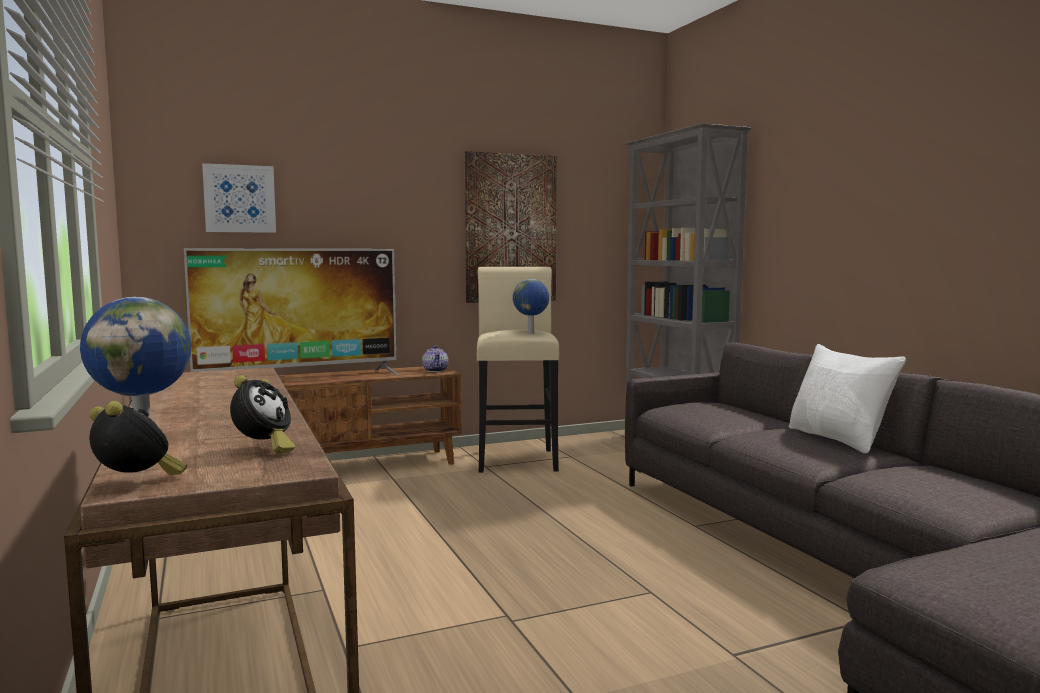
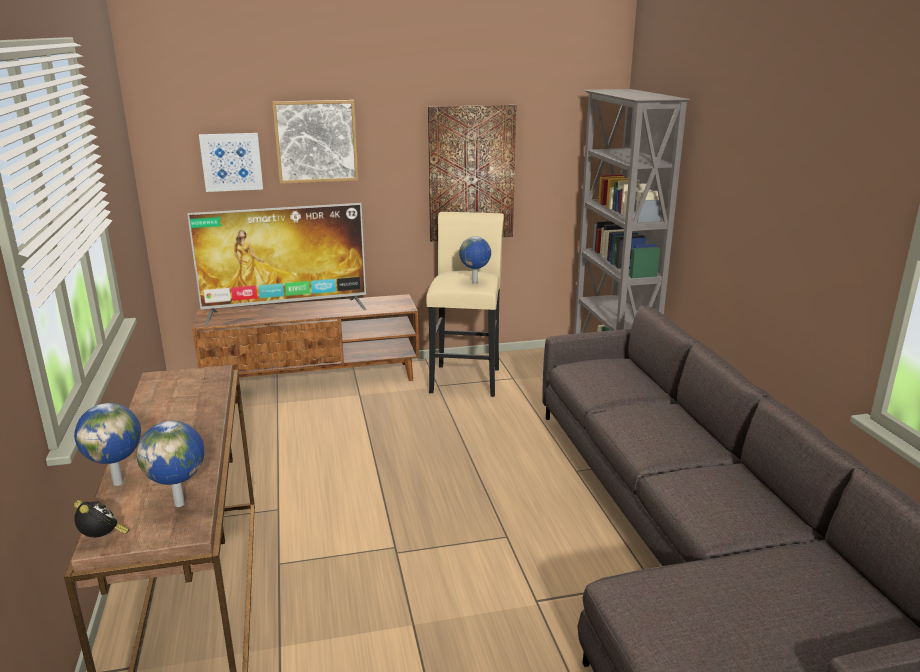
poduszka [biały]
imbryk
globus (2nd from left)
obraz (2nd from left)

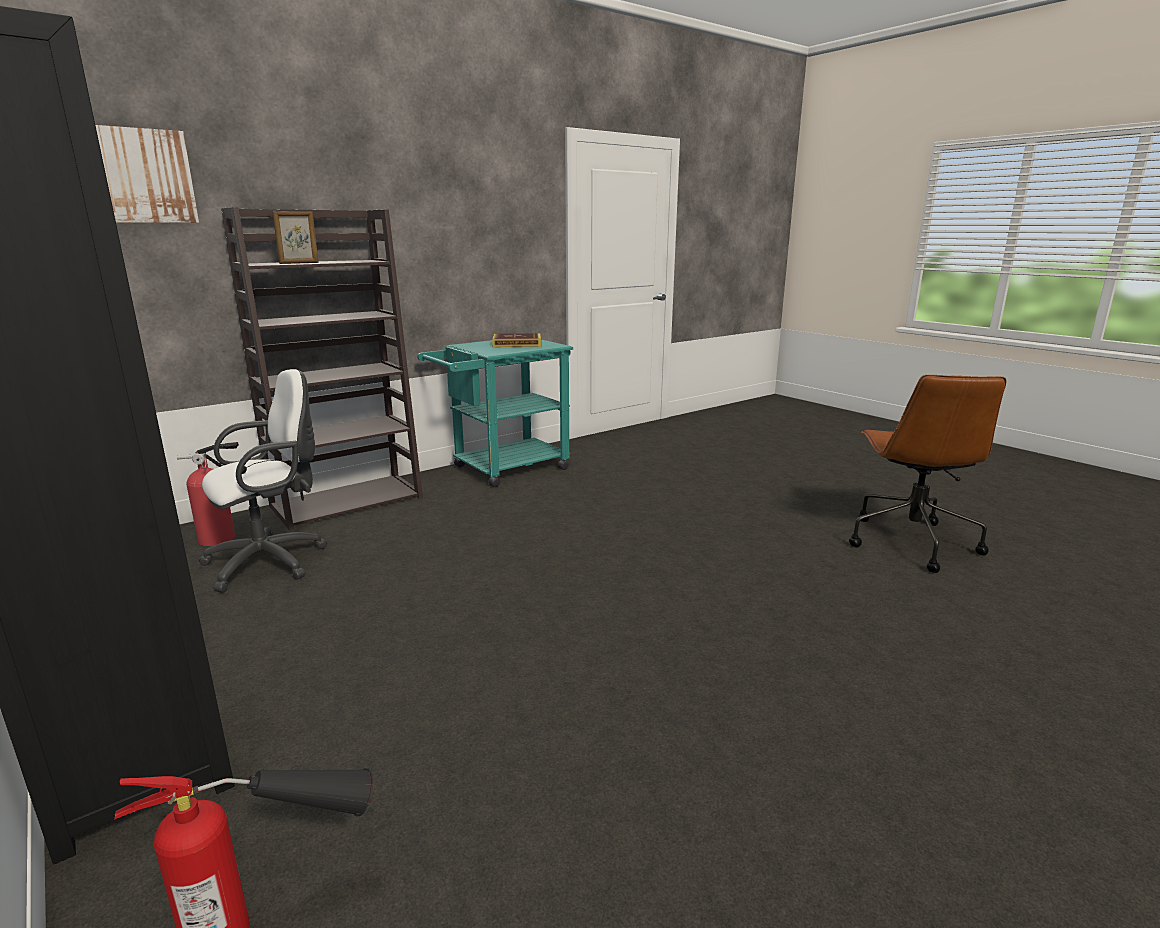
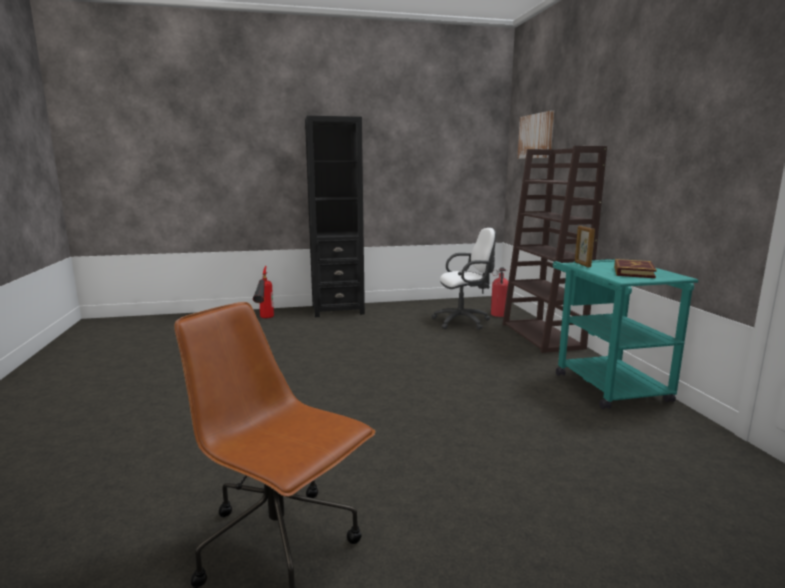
ramka na zdjęcie
krzesło biurowe [biały]

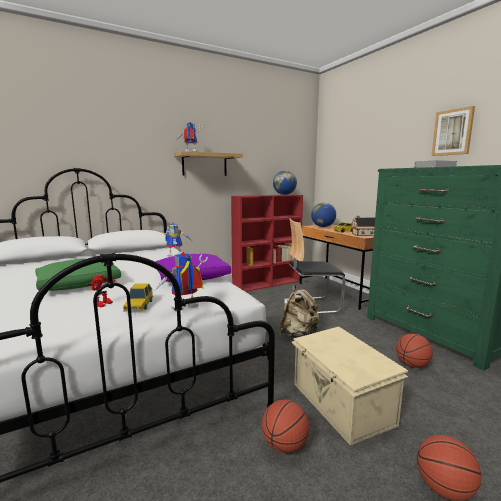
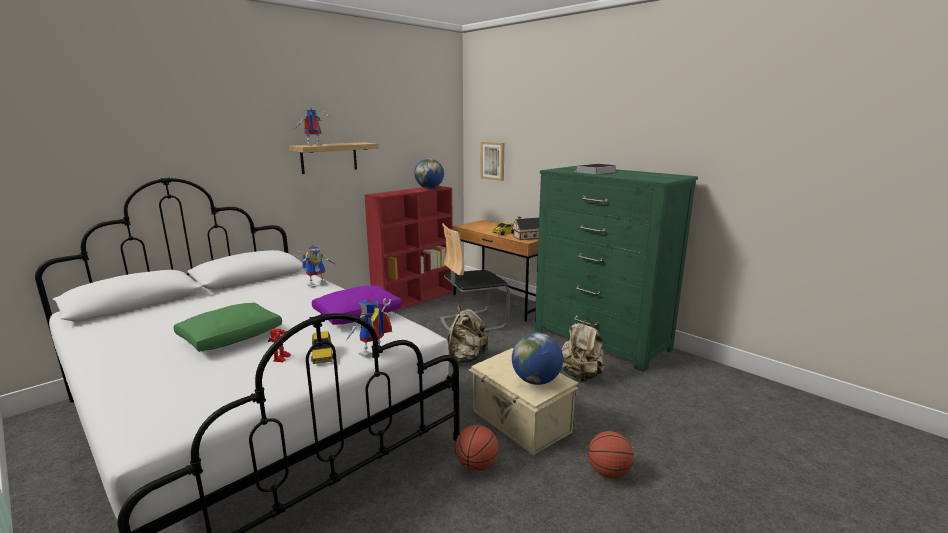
obraz
globus (2nd from left)
plecak [beżowy] (2nd from left)

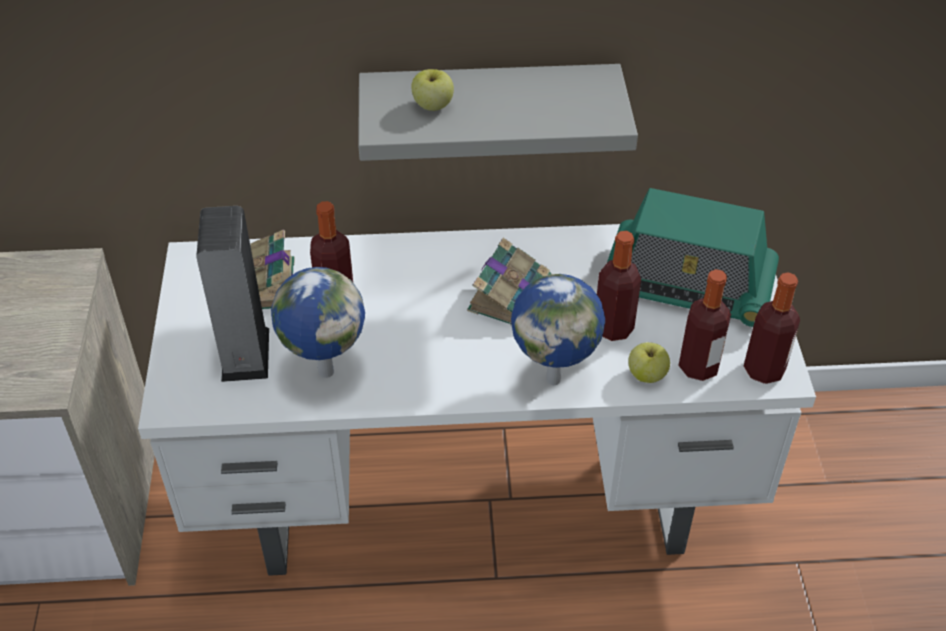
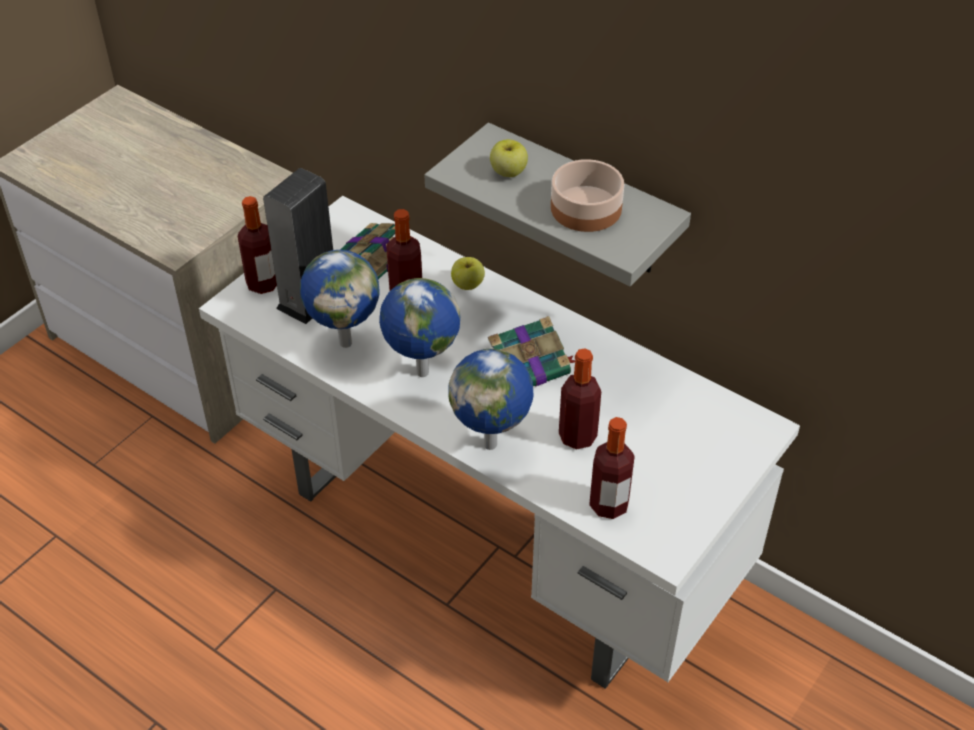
radio
butelka (1st from left)
jabłko (1st from left)
miska
globus (2nd from left)

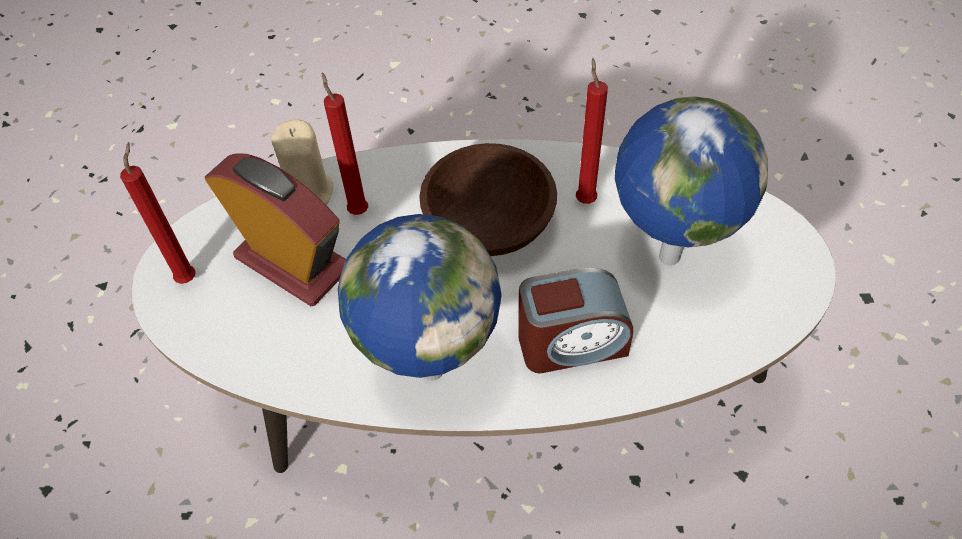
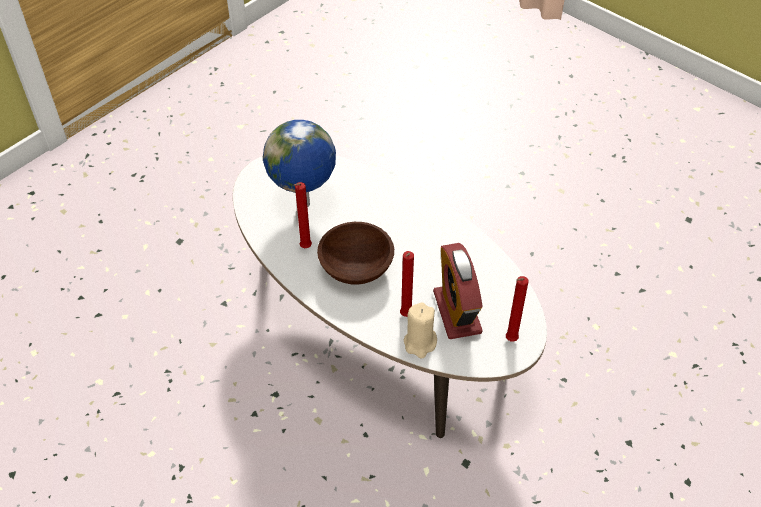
globus (1st from left in the first image)
budzik (2nd from left in the first image)

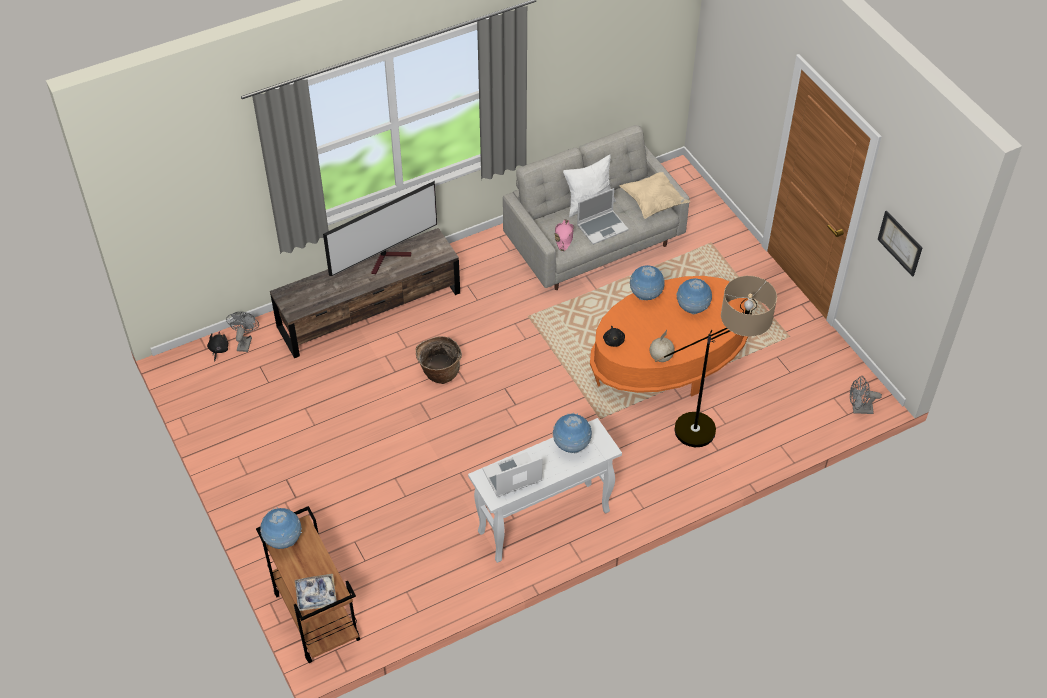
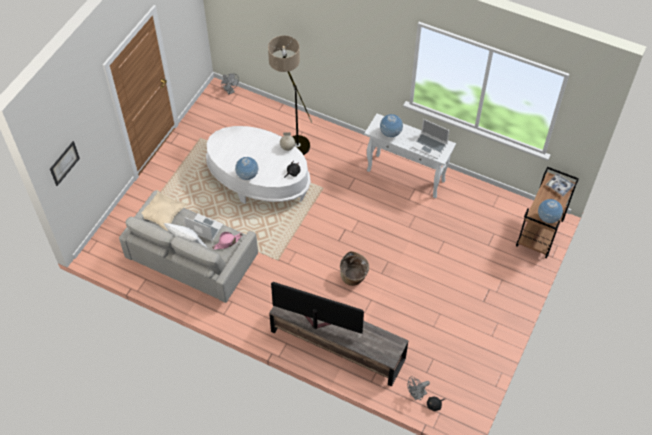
obraz
ława [biały]
globus (5th from left in the first image)

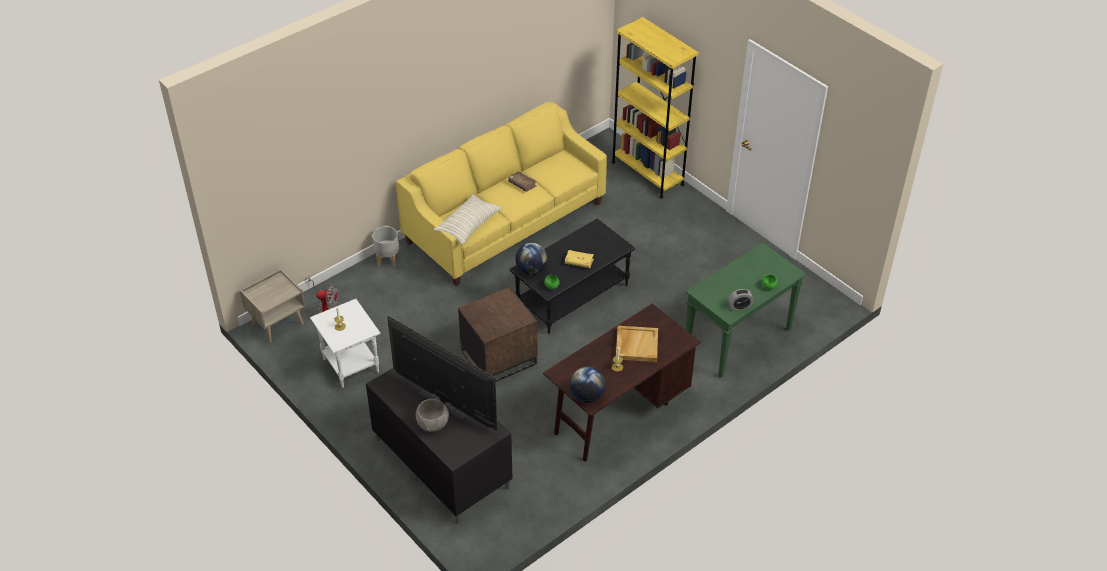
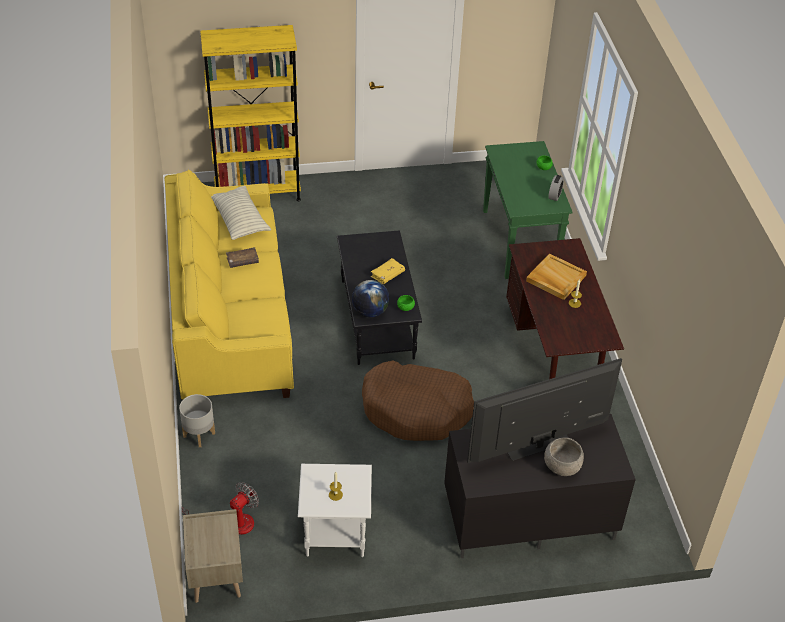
poduszka
legowisko [brązowy]
globus (2nd from left in the first image)

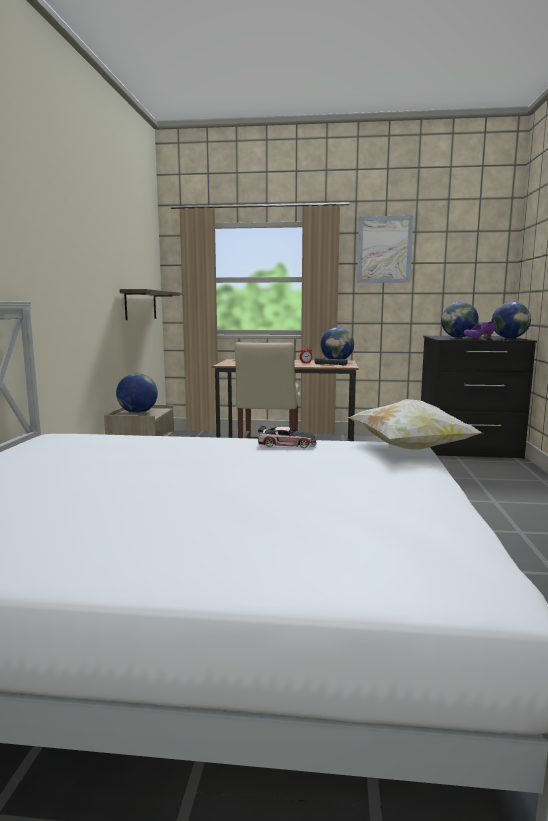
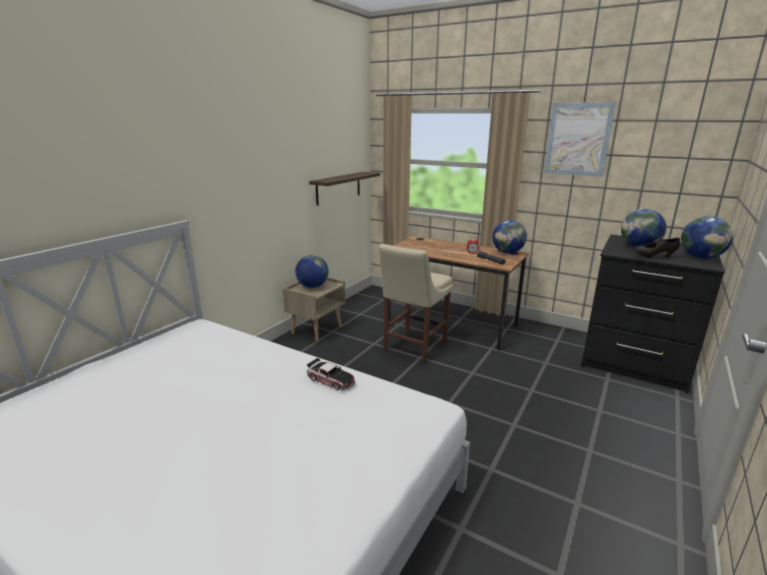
but [czarny]
poduszka

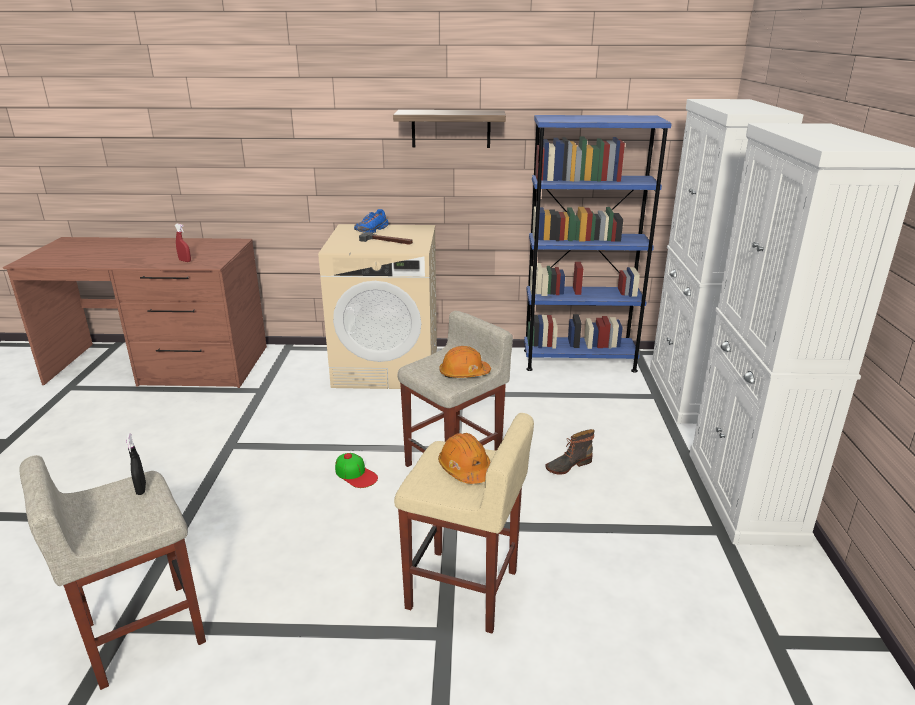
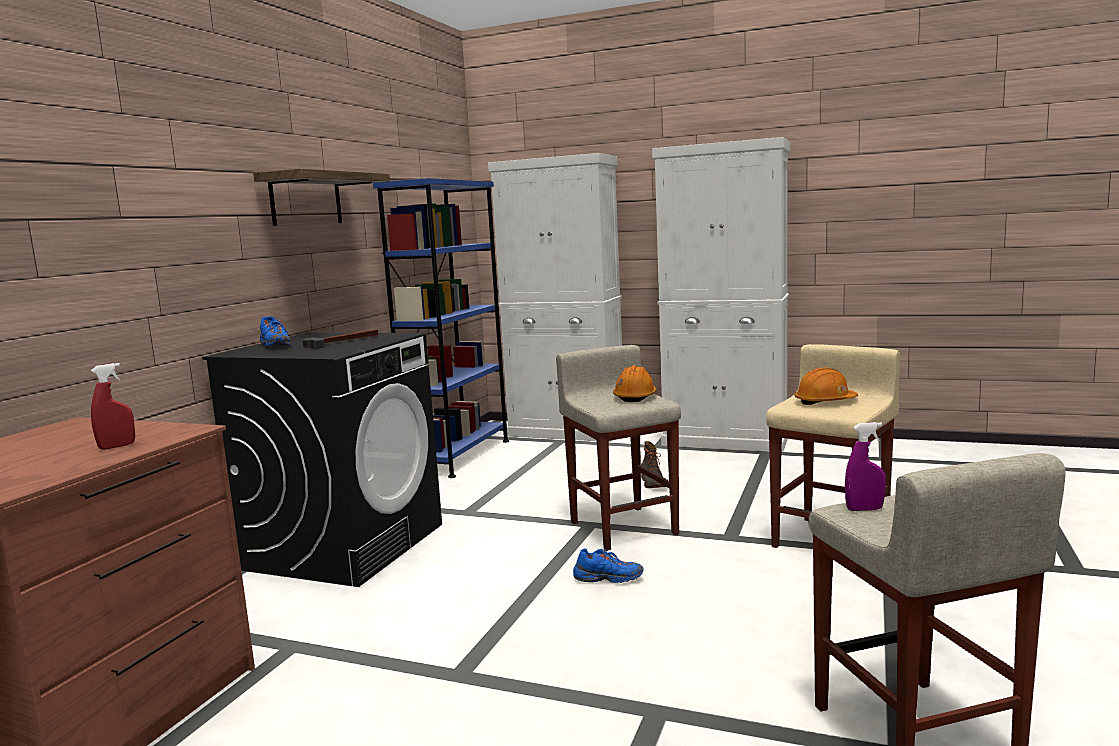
pralka [czarny]
spryskiwacz [fioletowy]
but [niebieski] (2nd from left)

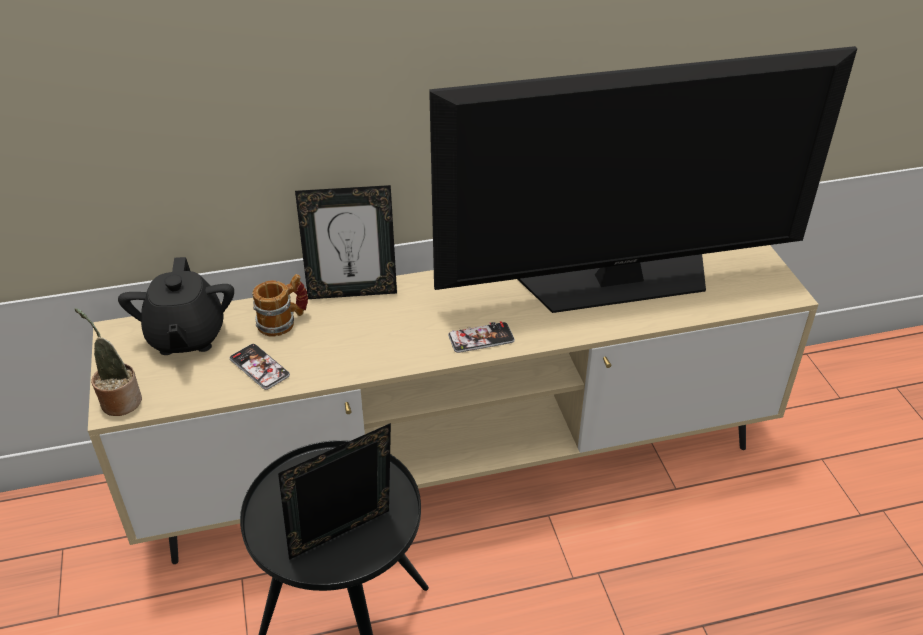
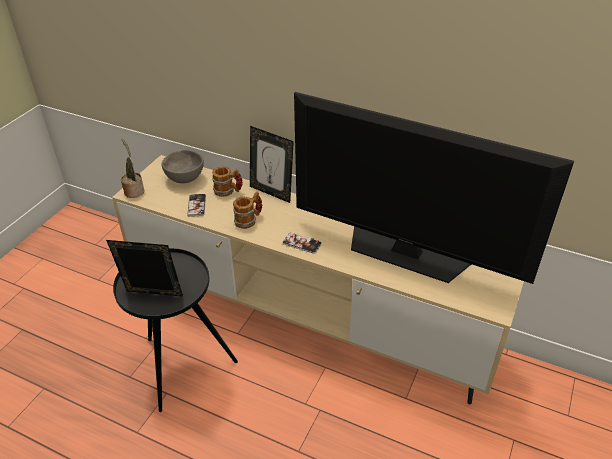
miska [szary]
kubek (2nd from left)

